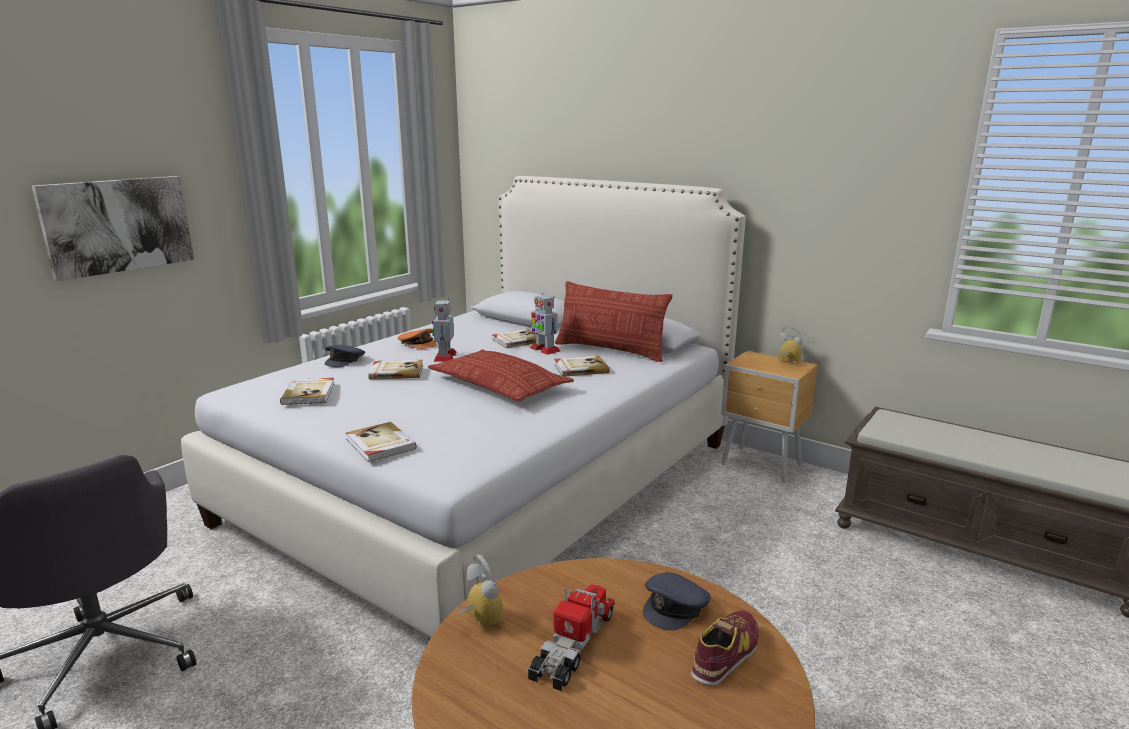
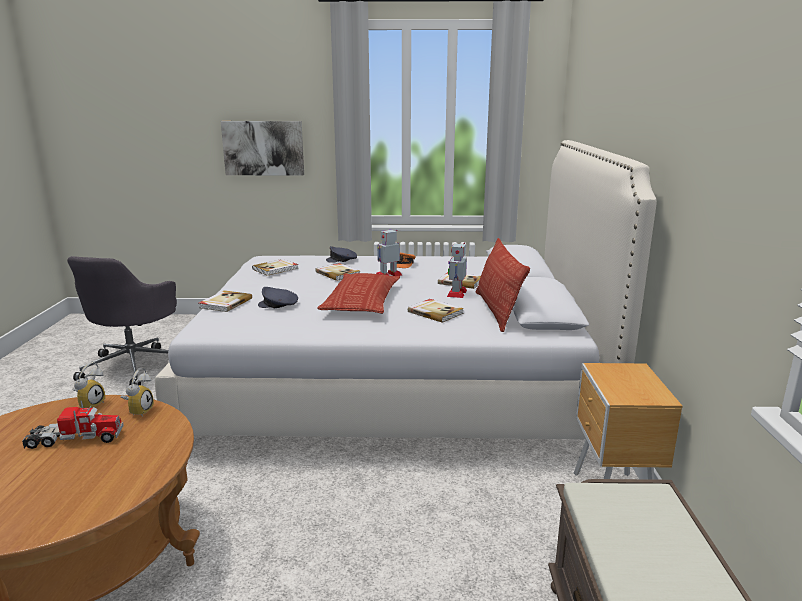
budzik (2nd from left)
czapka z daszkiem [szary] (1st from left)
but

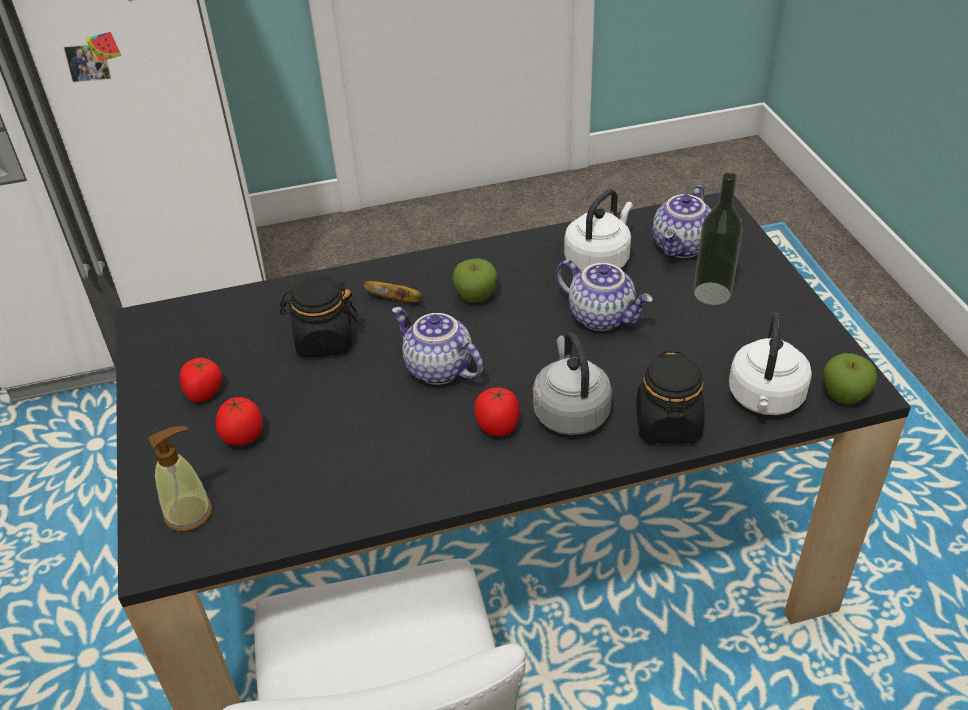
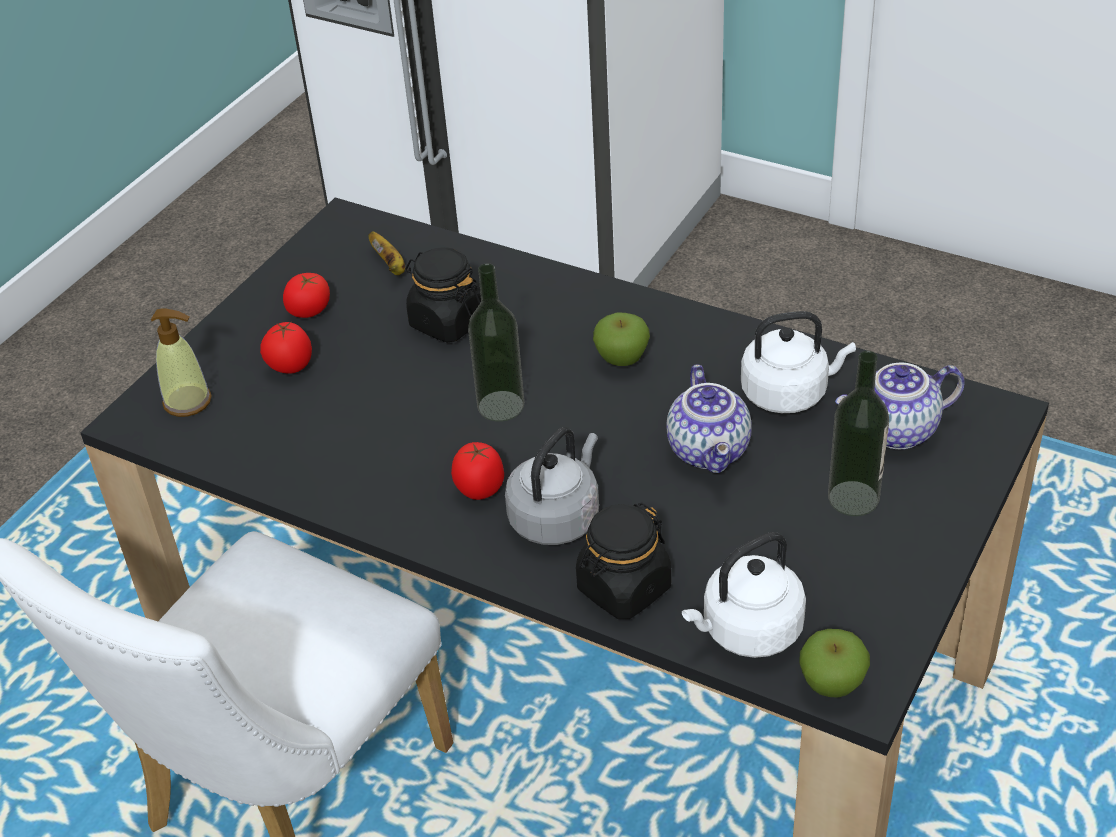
banan
butelka (1st from left)

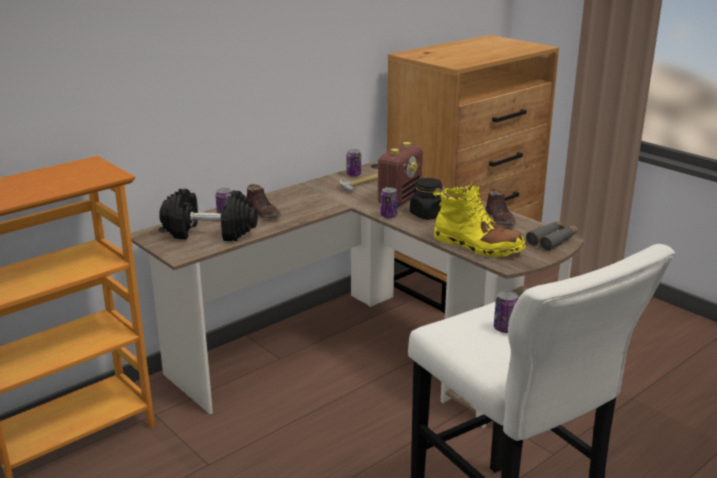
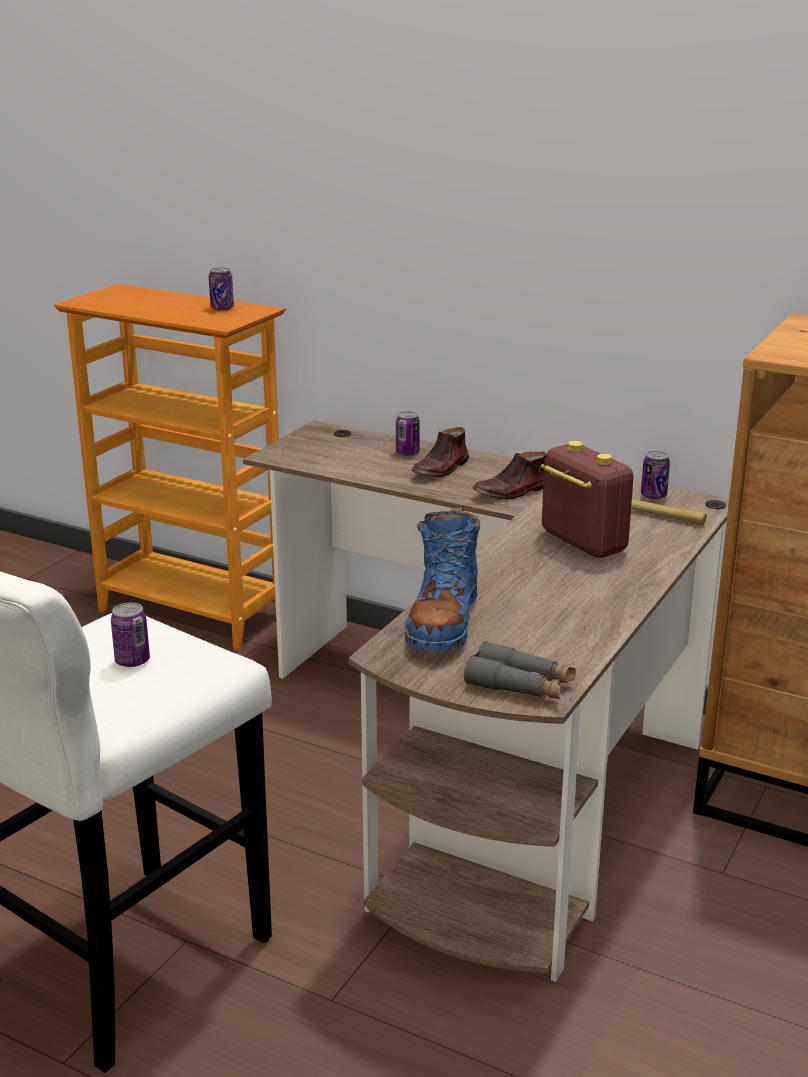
radio
słoik [czarny]
but z cholewką [niebieski]
puszka (2nd from left)
hantel [czarny]
but [brązowy] (2nd from left)

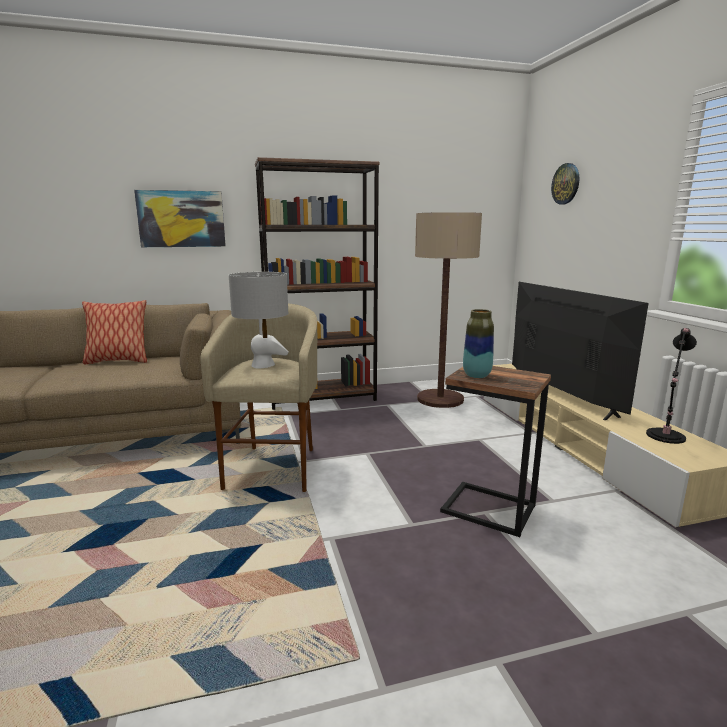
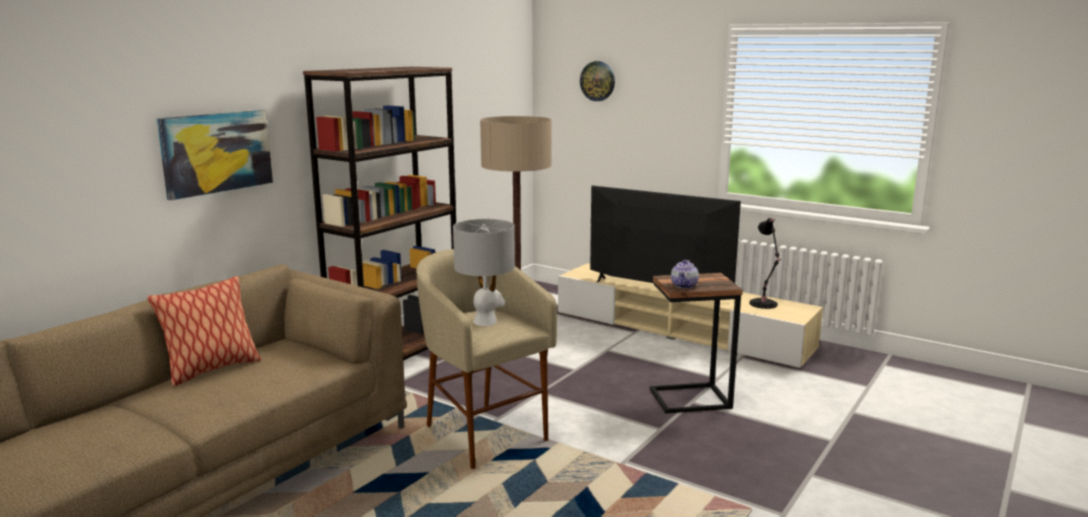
imbryk

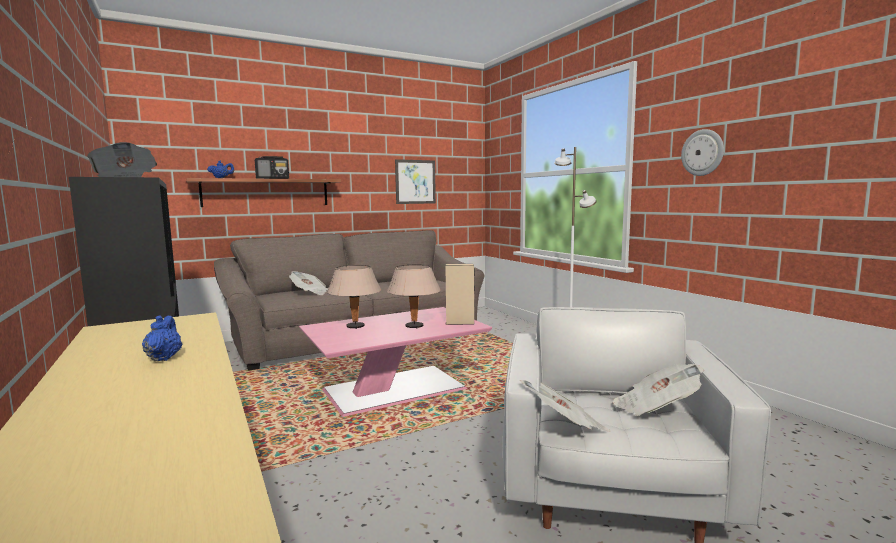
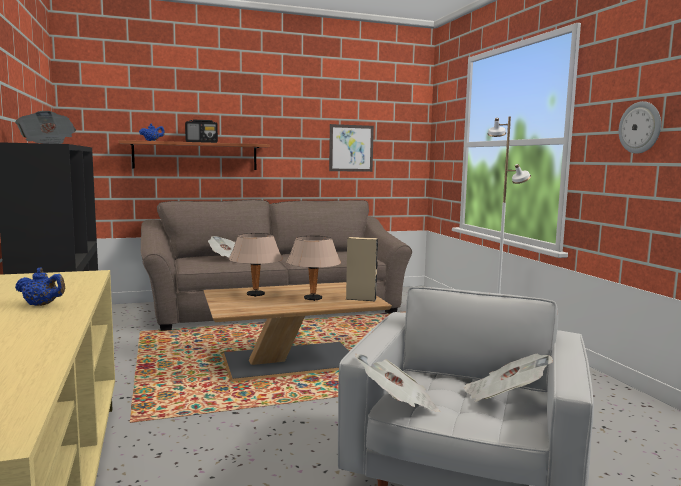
ława [brązowy]
imbryk [niebieski] (1st from left)

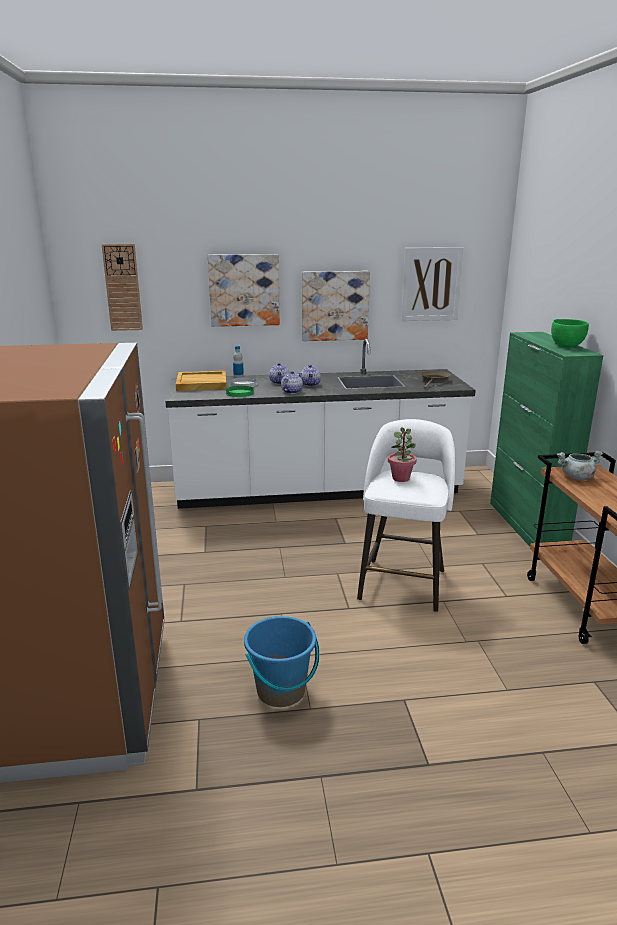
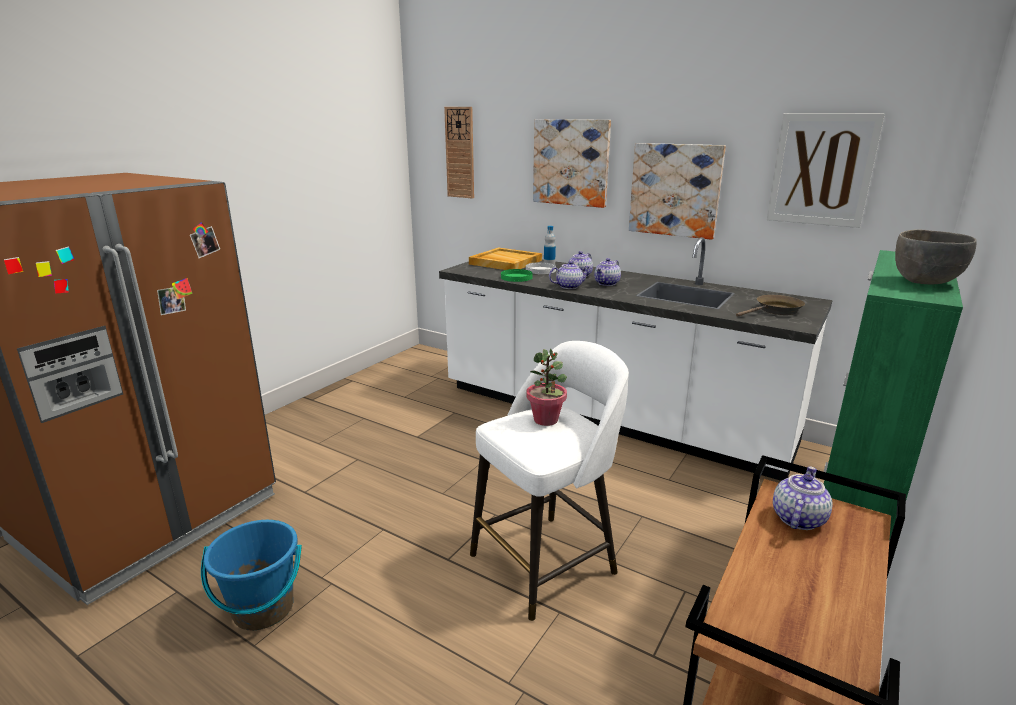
miska [szary]
imbryk (4th from left)

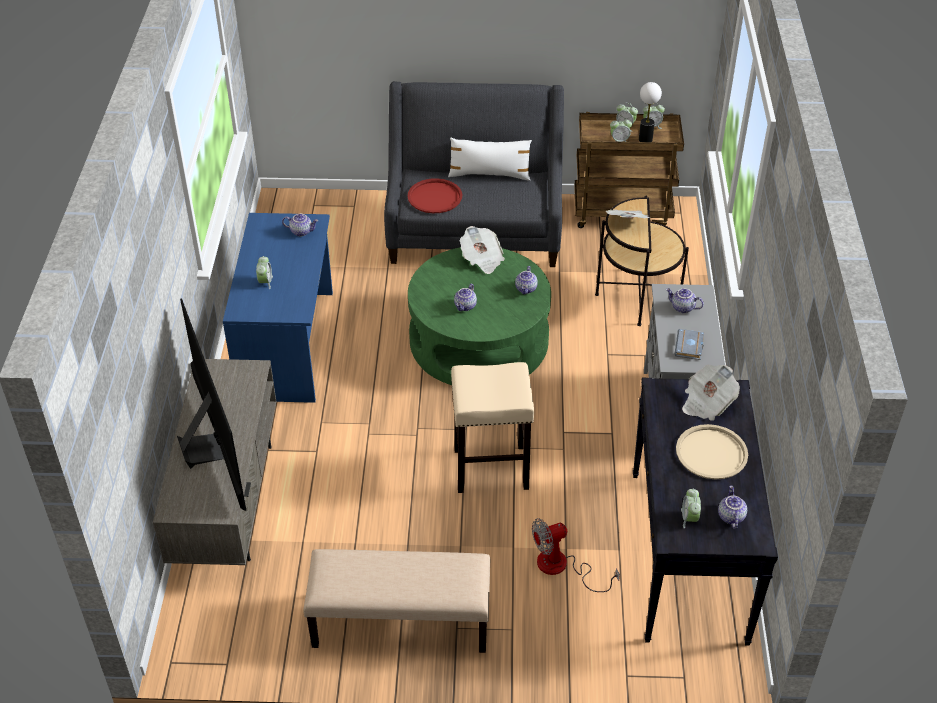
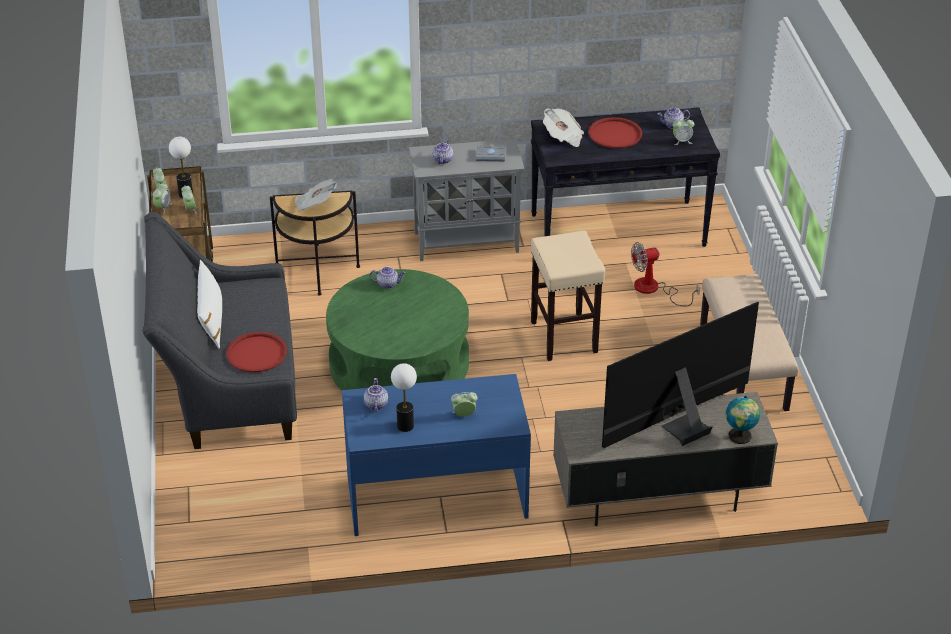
gazeta (1st from left in the first image)
imbryk (2nd from left in the first image)
taca [czerwony] (2nd from left)
wentylator
lampa stołowa (2nd from left)
globus

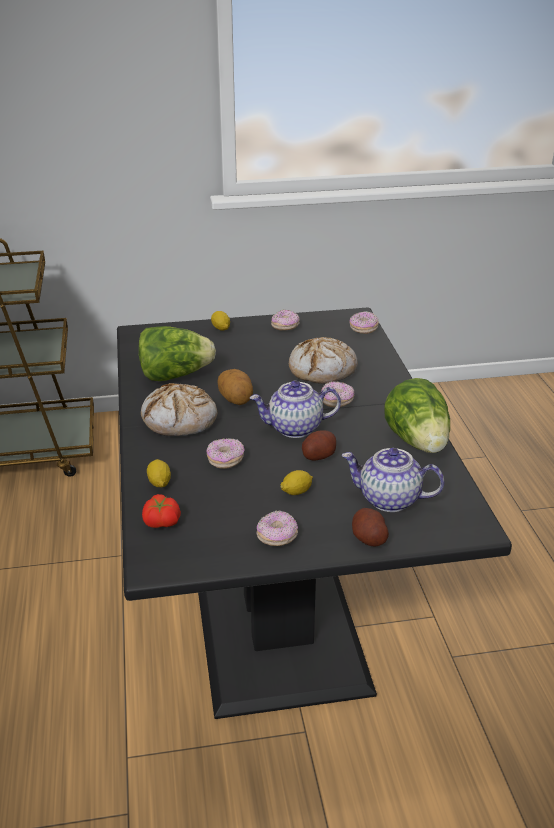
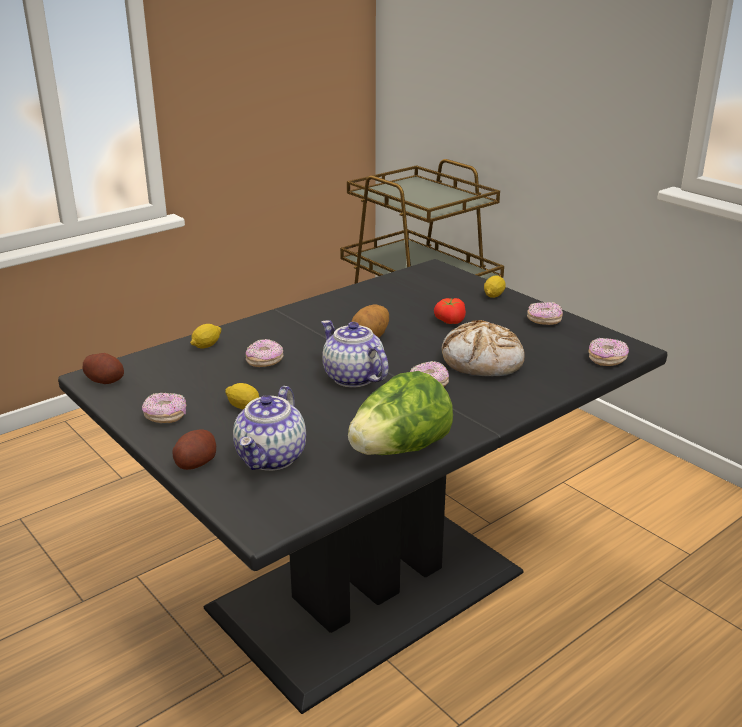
sałata (1st from left in the first image)
chleb (1st from left in the first image)
ziemniak (1st from left)
imbryk (1st from left)
pomidor

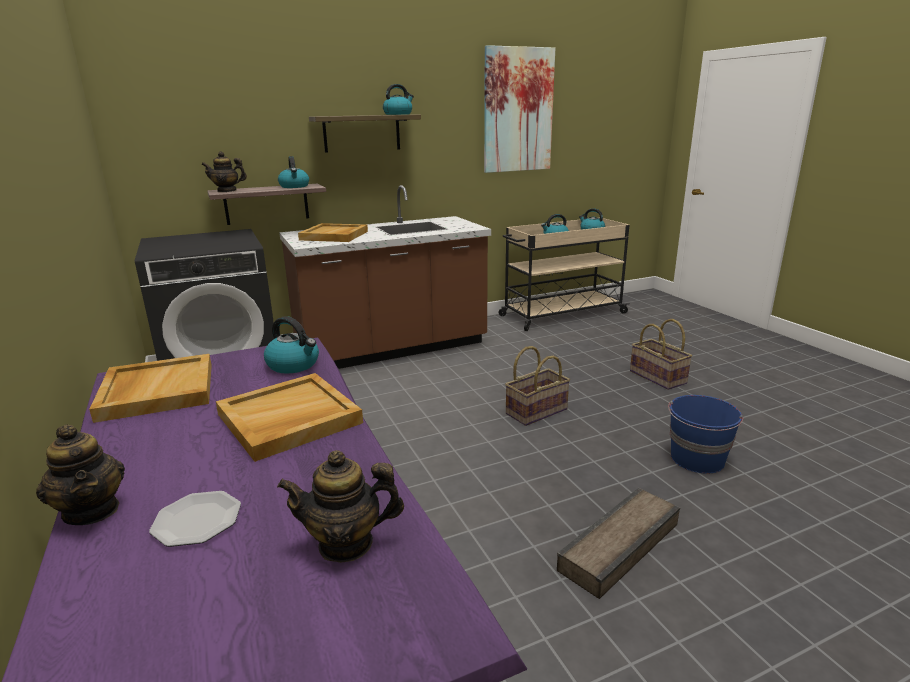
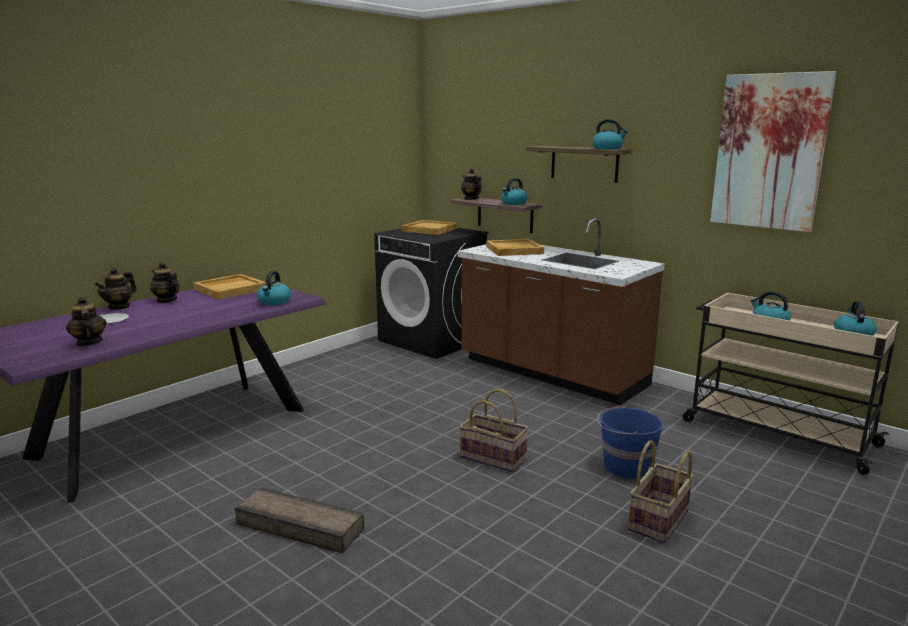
taca [beżowy] (2nd from left)
wiadro [niebieski]
imbryk (3rd from left)

